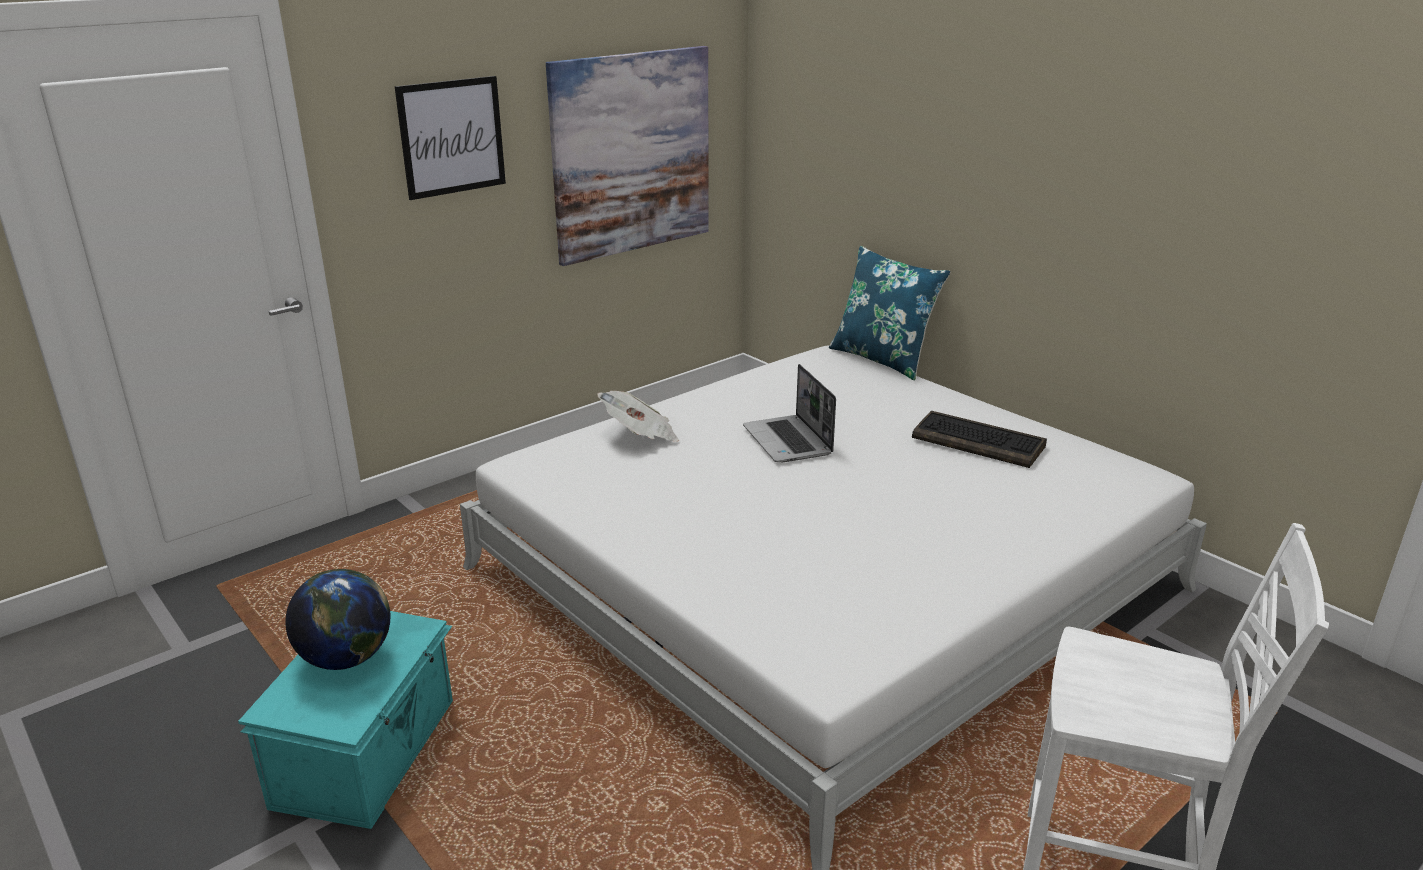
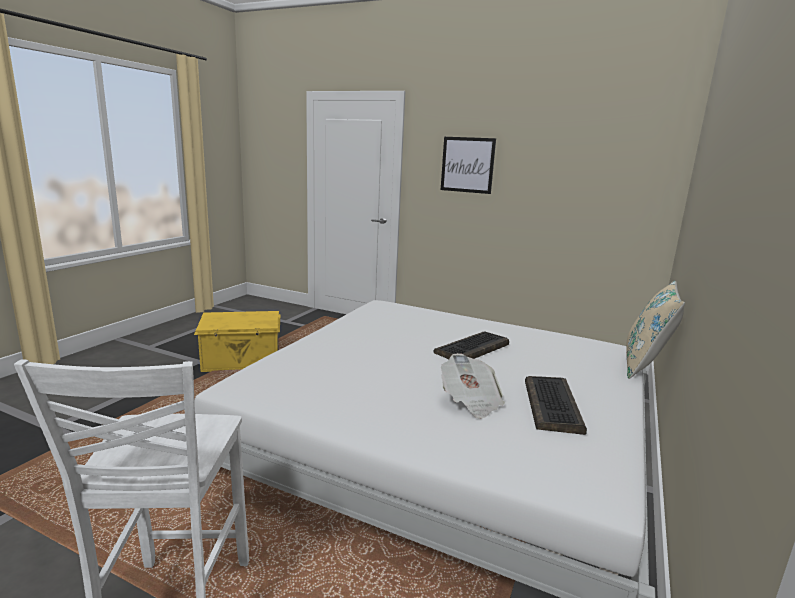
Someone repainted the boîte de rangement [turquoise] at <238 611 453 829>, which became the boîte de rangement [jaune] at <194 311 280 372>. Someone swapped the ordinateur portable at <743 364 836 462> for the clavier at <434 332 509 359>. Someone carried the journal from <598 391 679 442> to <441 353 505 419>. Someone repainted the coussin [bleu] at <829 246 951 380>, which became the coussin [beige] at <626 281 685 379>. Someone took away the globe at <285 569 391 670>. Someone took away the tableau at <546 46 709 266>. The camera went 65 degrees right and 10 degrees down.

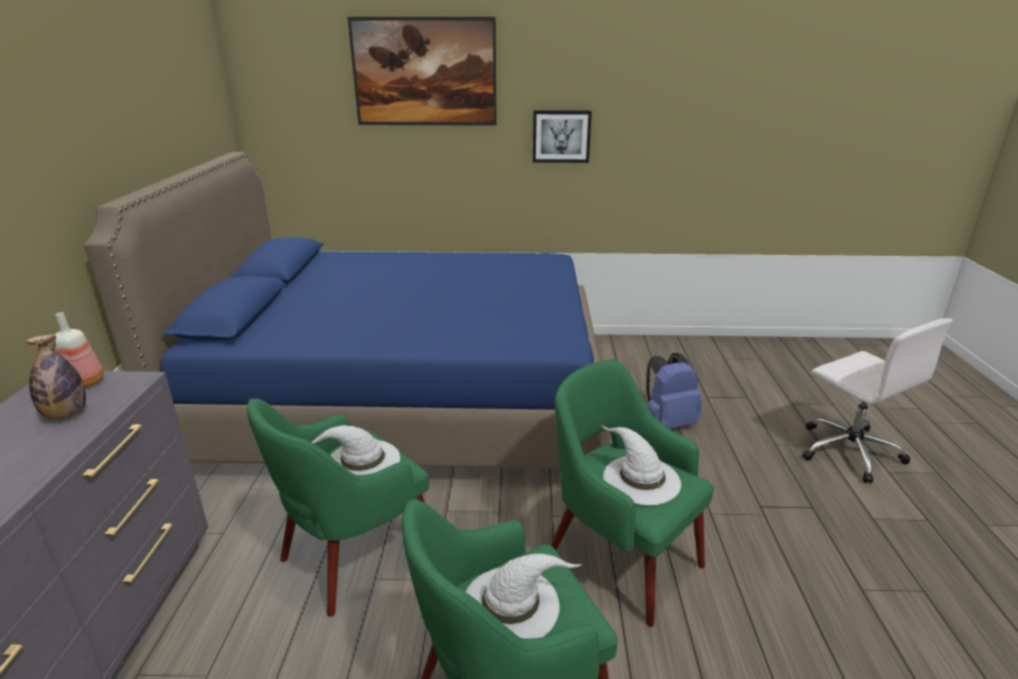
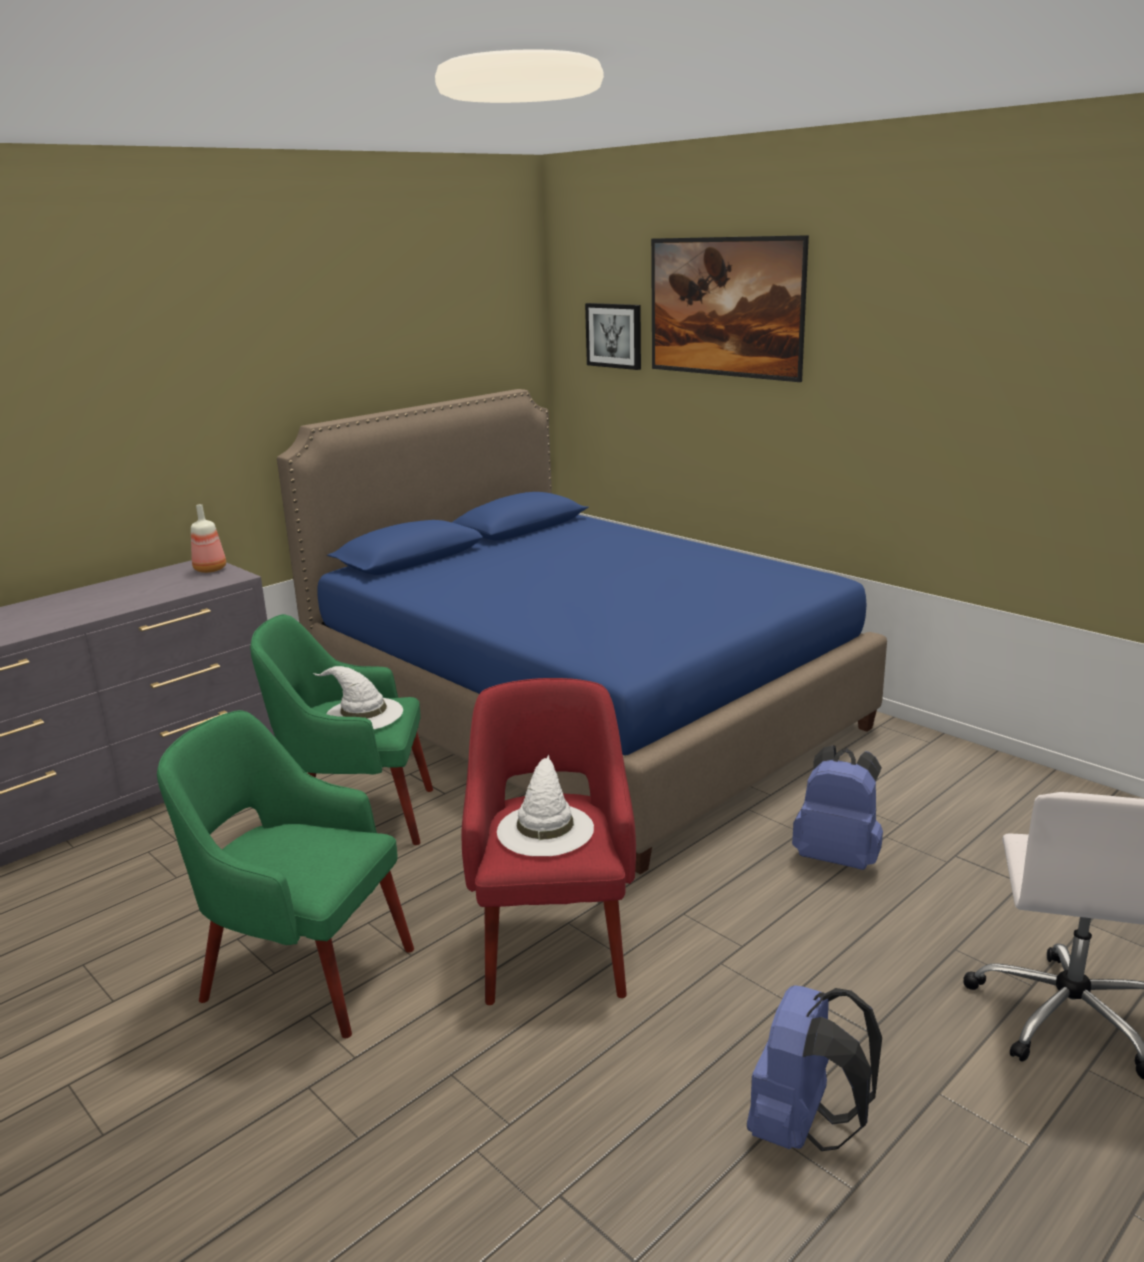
Someone repainted the fauteuil [vert] at <551 360 714 627>, which became the fauteuil [rouge] at <461 678 636 1005>. Someone carried the tableau from <533 110 592 163> to <585 303 641 370>. Someone put down the sac à dos [bleu] at <747 985 882 1151>. Someone took away the bouteille at <27 334 86 421>. Someone took away the chapeau [blanc] at <466 554 583 639>. The camera went 45 degrees right and 5 degrees down.

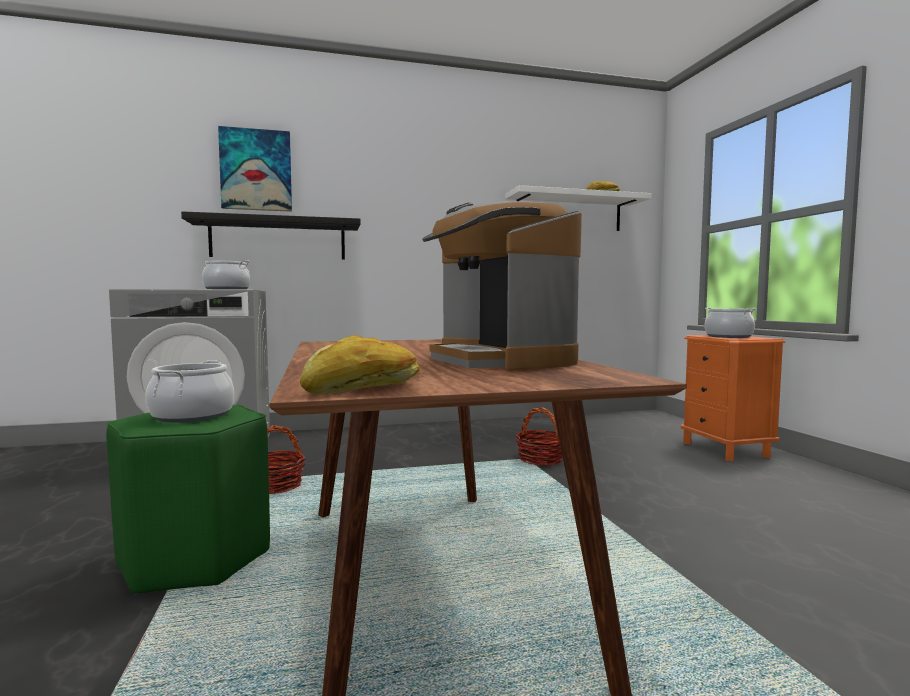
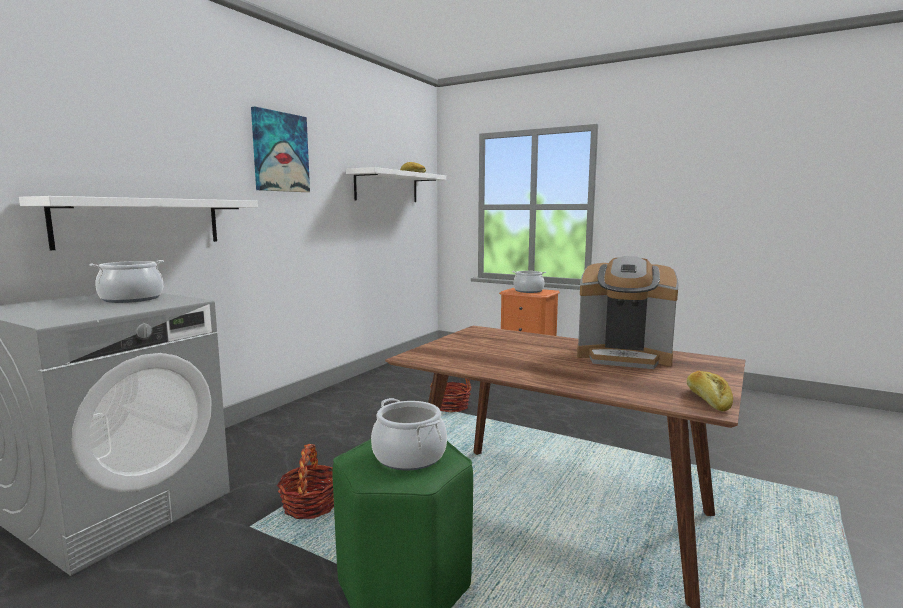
Someone repainted the étagère [noir] at <181 211 361 260>, which became the étagère [blanc] at <19 196 258 250>. Someone carried the tableau from <218 126 292 212> to <251 106 310 192>. The camera went 45 degrees left and 5 degrees up.

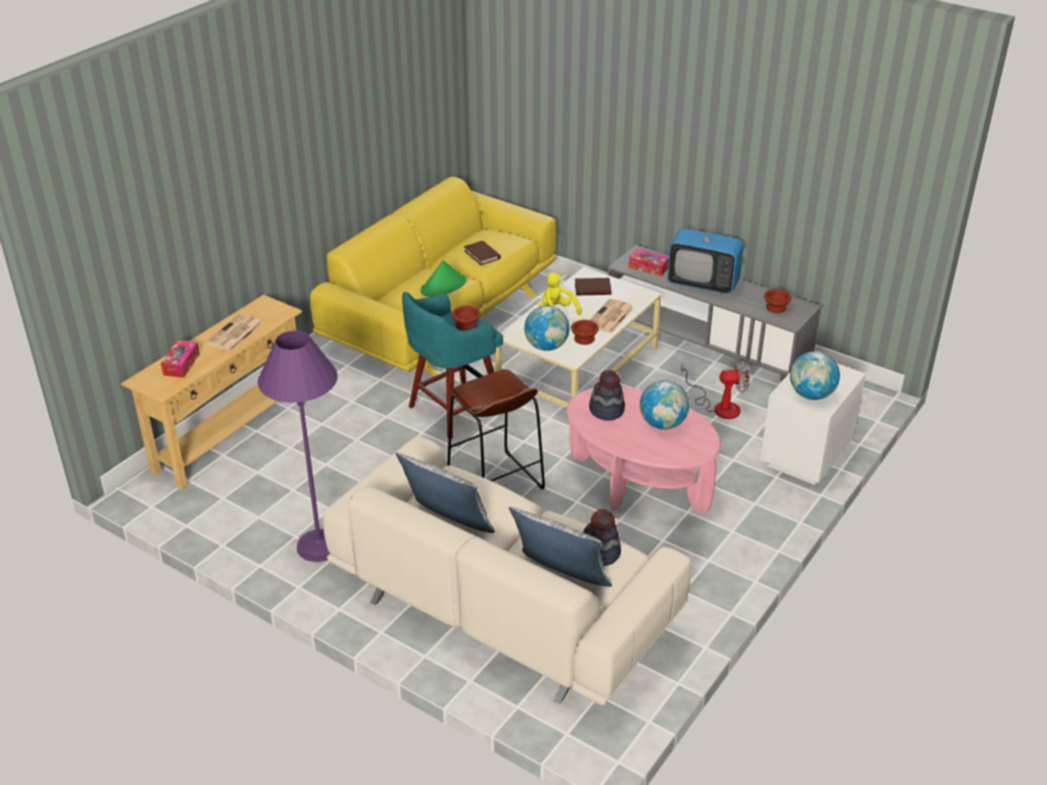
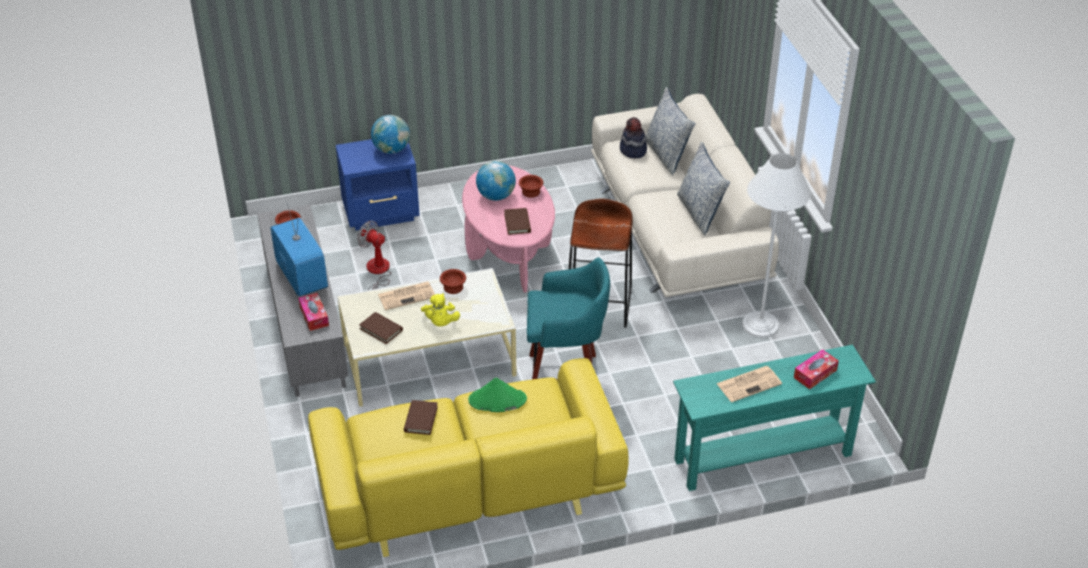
Someone repainted the table de chevet [blanc] at <760 364 866 485>, which became the table de chevet [bleu] at <335 139 420 230>. Someone swapped the chapeau at <589 370 625 421> for the livre [marron] at <504 208 531 235>. Someone carried the bol [marron] from <452 306 480 330> to <519 175 543 198>. Someone repainted the table console [beige] at <121 295 302 489>, which became the table console [turquoise] at <673 345 876 491>. Someone repainted the lampadaire [violet] at <258 330 338 562>, which became the lampadaire [blanc] at <742 153 811 338>. Someone took away the globe at <524 306 570 351>. The camera went 140 degrees left and 5 degrees up.

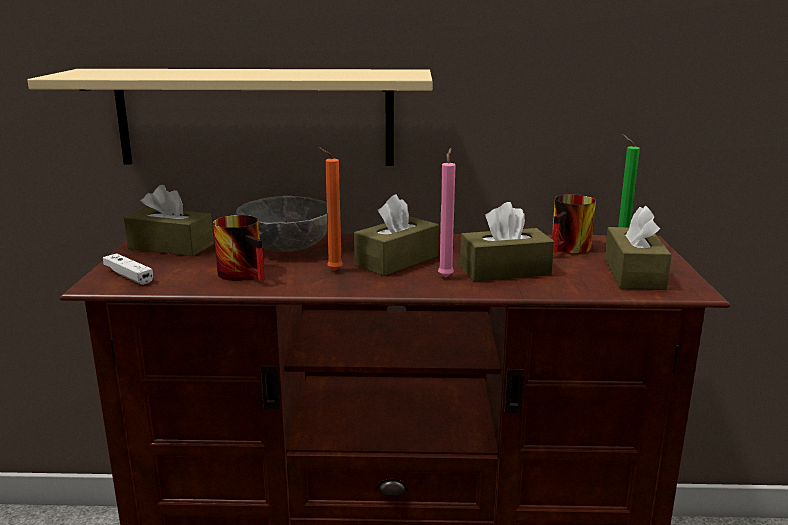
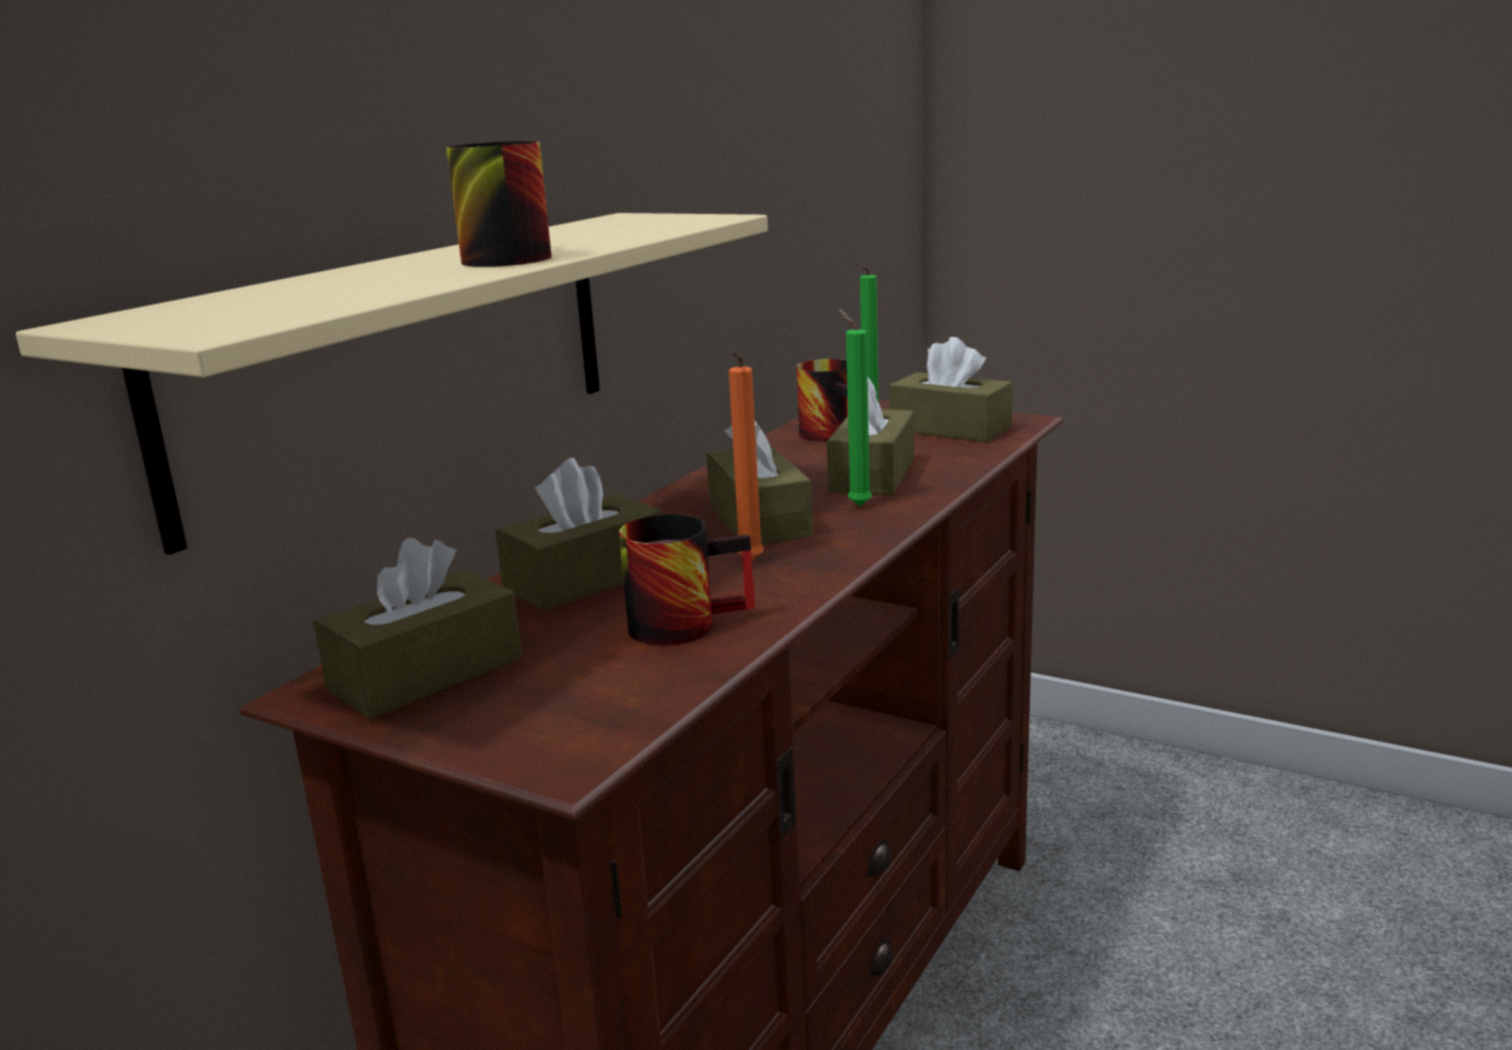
Someone put down the mug at <446 141 552 267>. Someone swapped the bol [gris] at <236 196 328 252> for the boîte à mouchoirs [marron] at <495 458 661 611>. Someone repainted the bougie [rose] at <438 148 455 278>, which became the bougie [vert] at <838 309 872 506>. Someone took away the manette [blanc] at <103 253 153 285>. The camera went 60 degrees left and 0 degrees up.

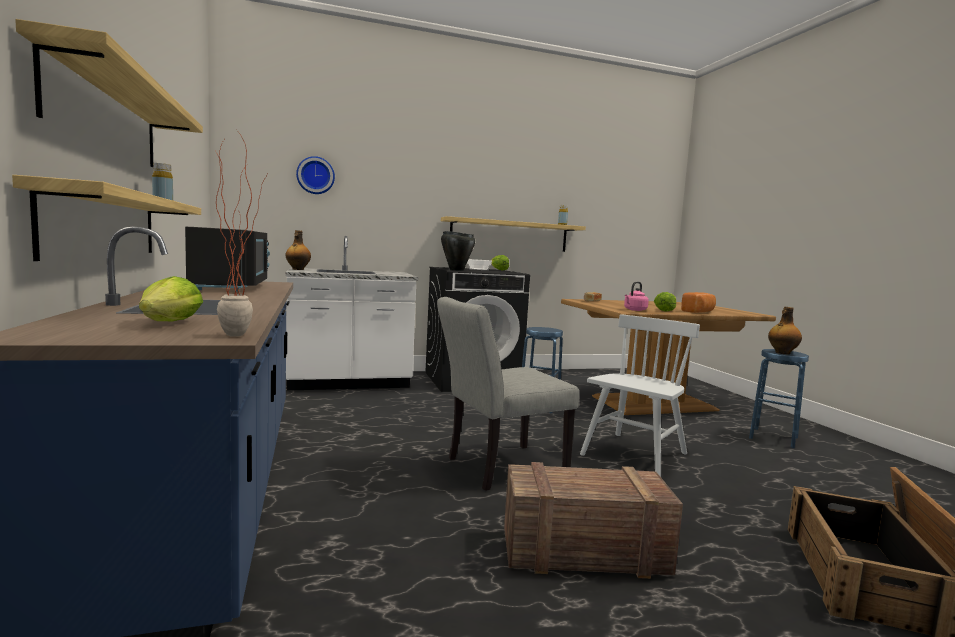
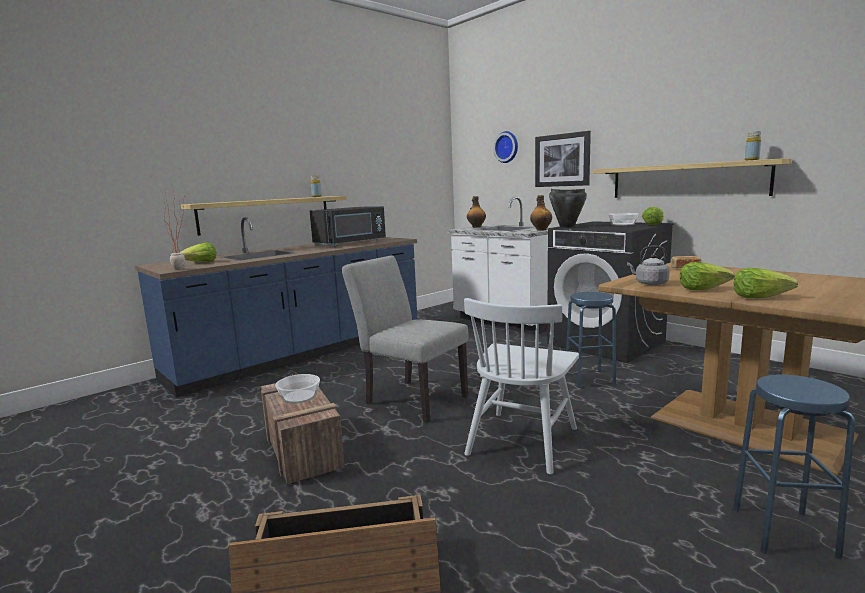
Someone put down the bol at <275 374 320 404>. Someone rotated the chaise [blanc] at <580 314 700 477> by 105 degrees clockwise. Someone carried the bouteille from <768 307 802 354> to <530 195 552 231>. Someone put up the tableau at <535 131 591 187>. Someone repainted the bouilloire [rose] at <624 282 649 311>, which became the bouilloire [gris] at <627 246 670 285>. Someone swapped the pain at <681 292 716 313> for the laitue at <734 268 798 298>. Someone took away the étagère at <15 19 203 167>. The camera went 65 degrees right and 5 degrees up.

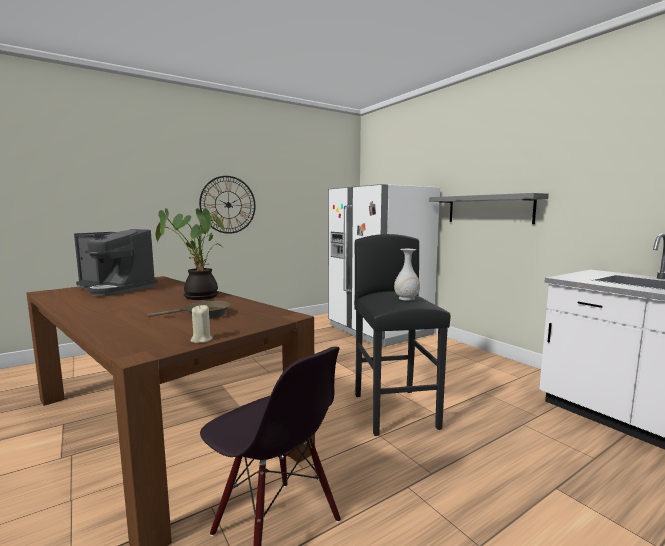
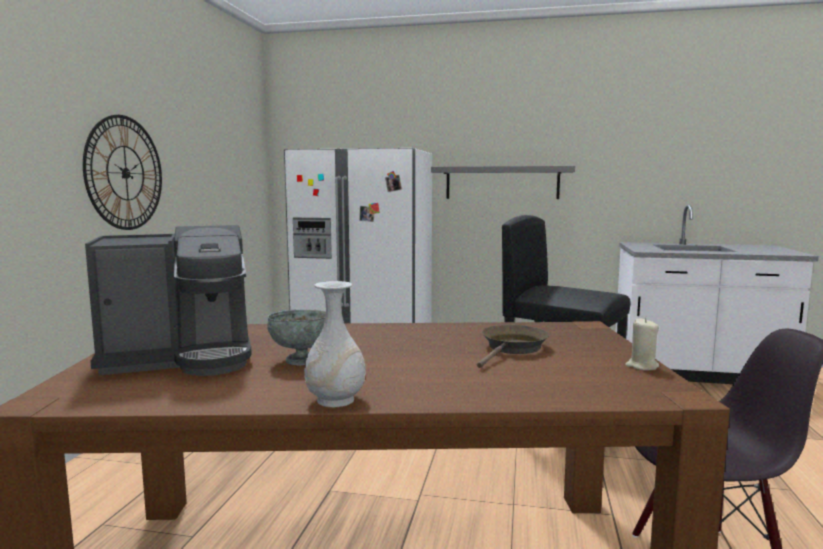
Someone put down the bol [gris] at <267 309 326 365>. Someone carried the vase [blanc] from <394 249 420 301> to <304 281 366 407>. Someone took away the plante en pot at <155 207 225 300>. The camera went 45 degrees left and 0 degrees up.

